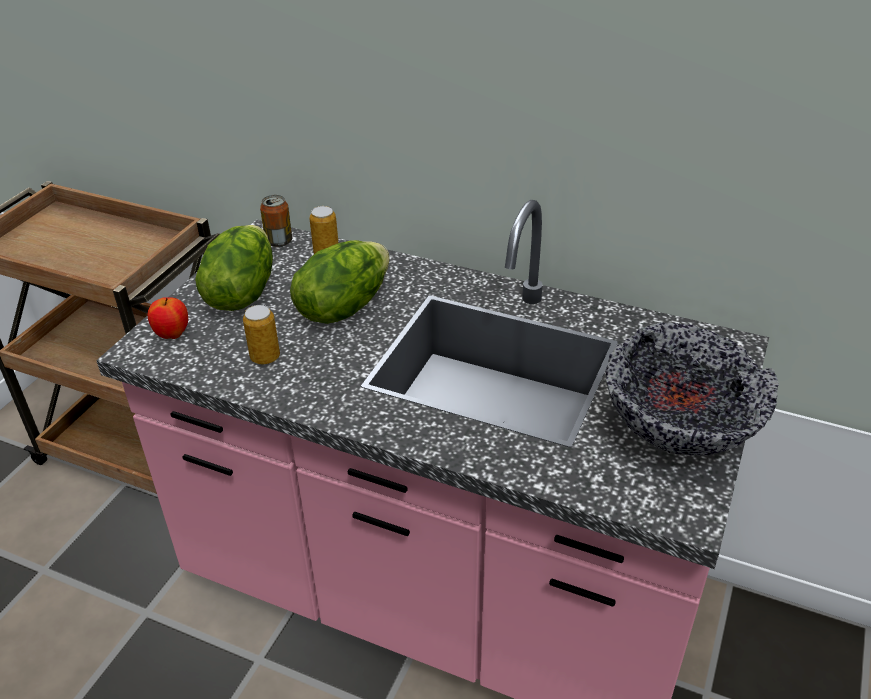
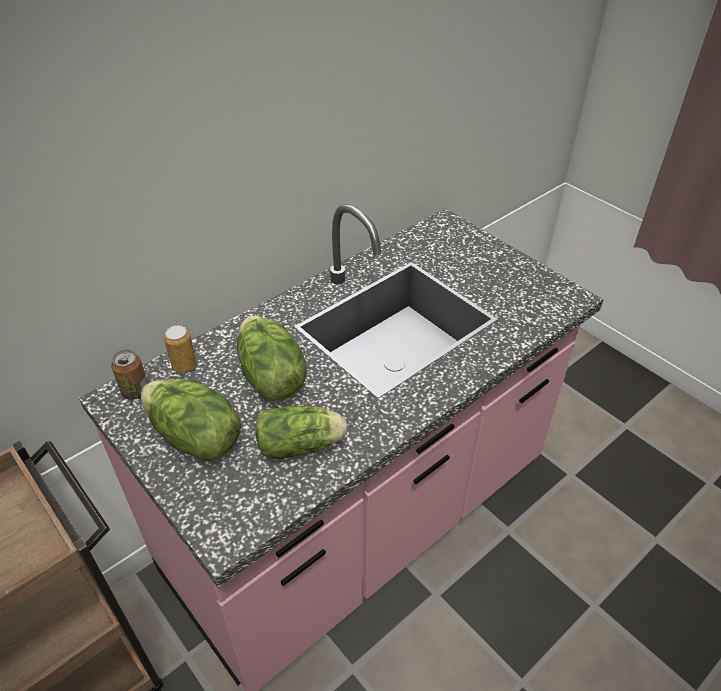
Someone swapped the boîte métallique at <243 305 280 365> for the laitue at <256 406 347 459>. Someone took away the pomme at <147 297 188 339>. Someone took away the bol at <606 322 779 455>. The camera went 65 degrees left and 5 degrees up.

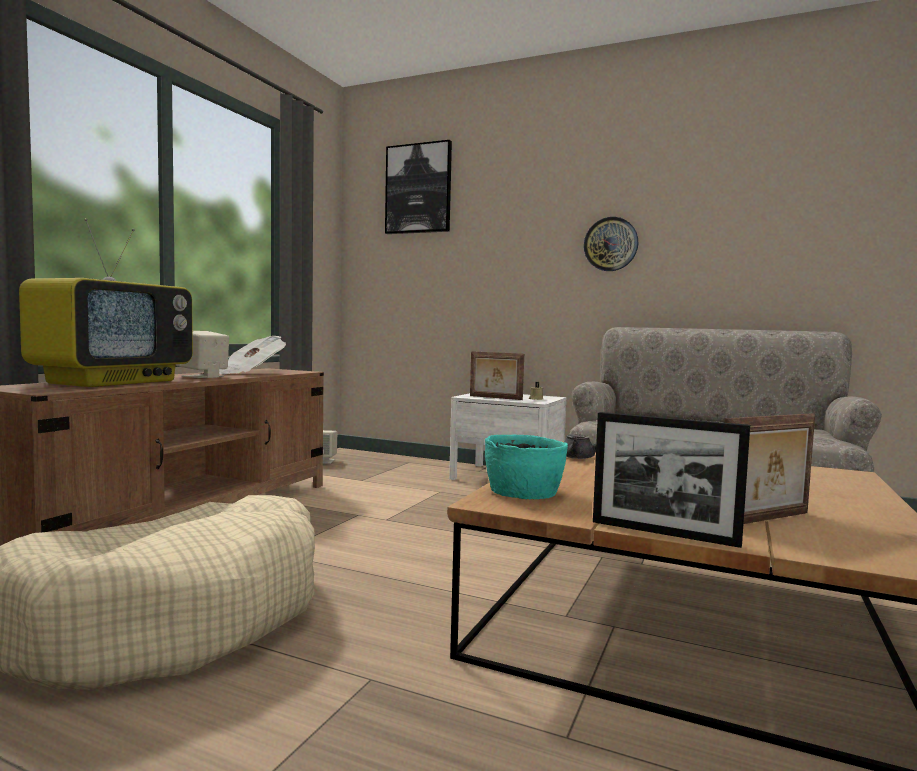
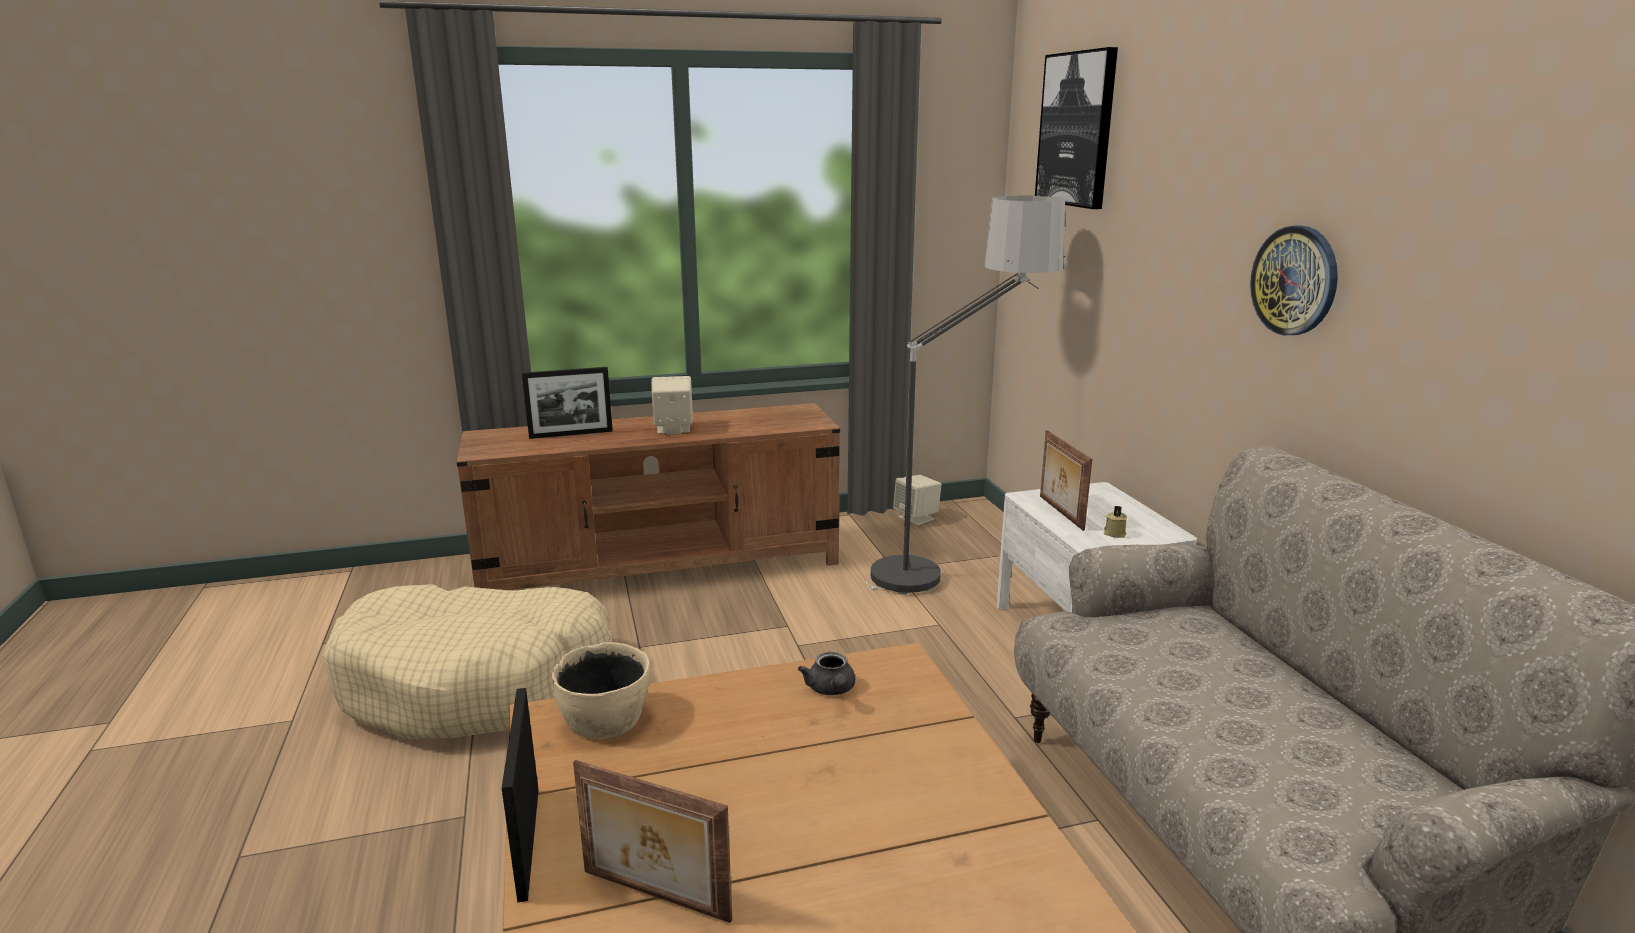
Someone swapped the téléviseur at <19 218 193 387> for the cadre photo at <522 367 613 439>. Someone repainted the bol [turquoise] at <485 435 568 499>, which became the bol [beige] at <552 642 650 739>. Someone put down the lampadaire at <866 196 1065 595>. Someone took away the journal at <219 336 286 375>. The camera went 50 degrees right and 15 degrees up.

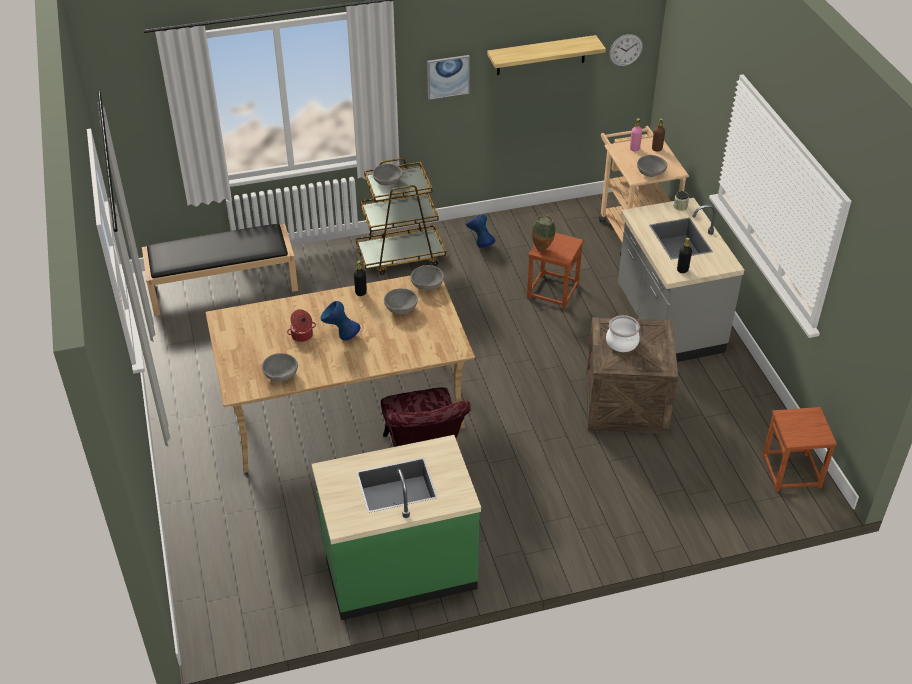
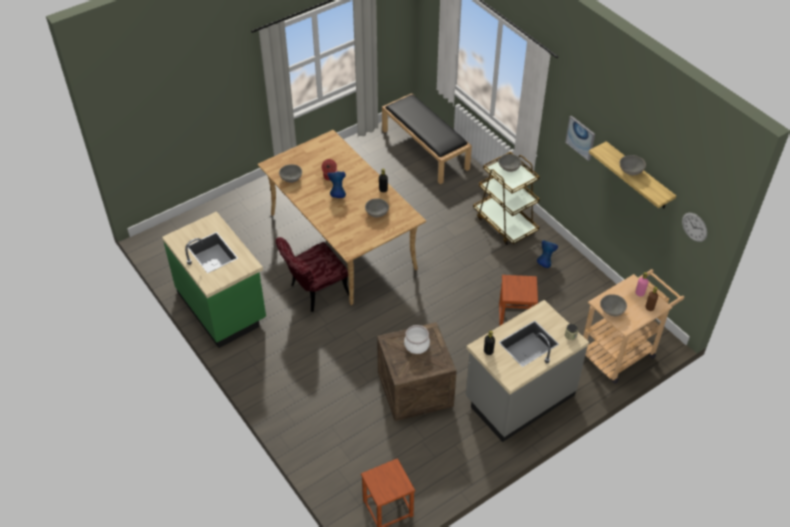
Someone carried the bol [gris] from <411 265 444 290> to <620 155 646 175>. Someone took away the vase at <531 216 555 251>. The camera went 70 degrees right and 5 degrees up.

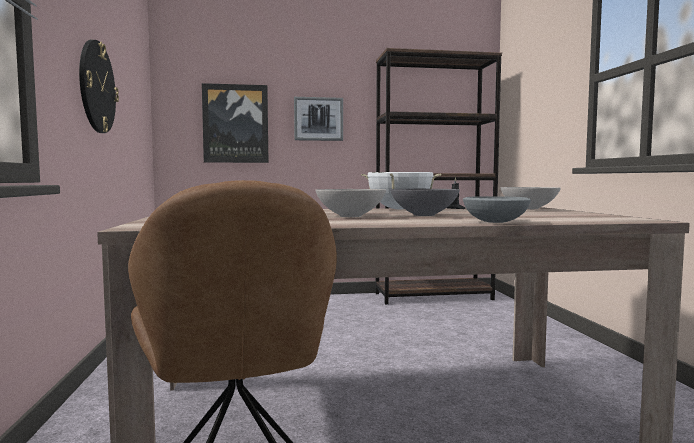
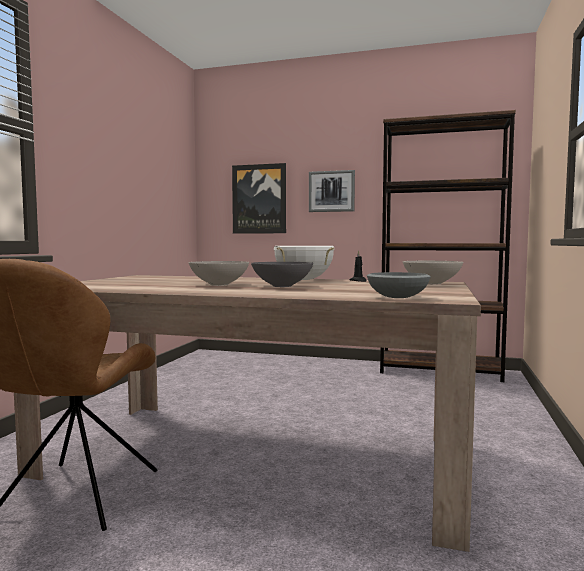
Someone carried the bol [gris] from <463 196 531 223> to <367 272 431 298>. Someone took away the horloge murale at <79 40 119 133>. The camera went 25 degrees right and 0 degrees up.

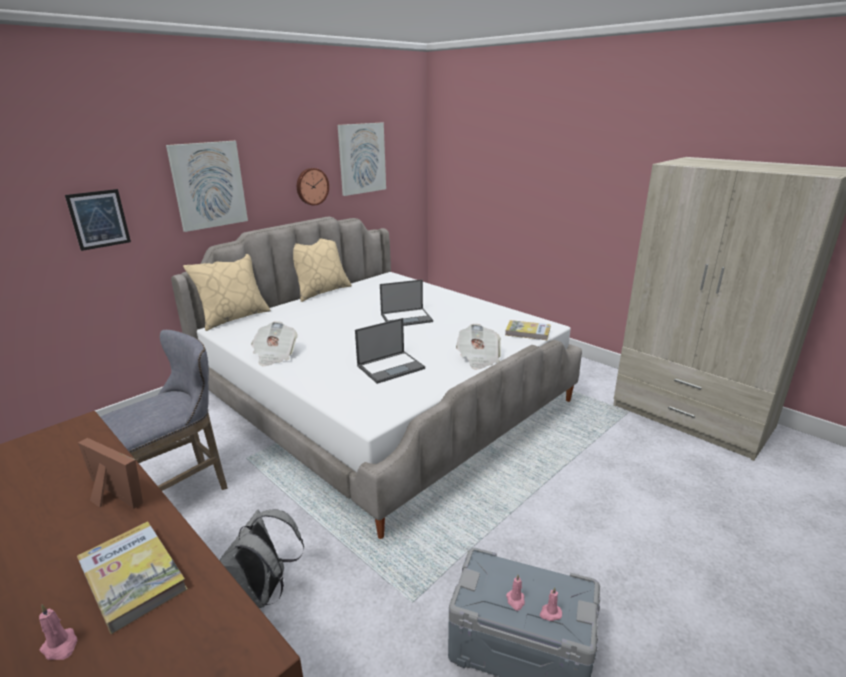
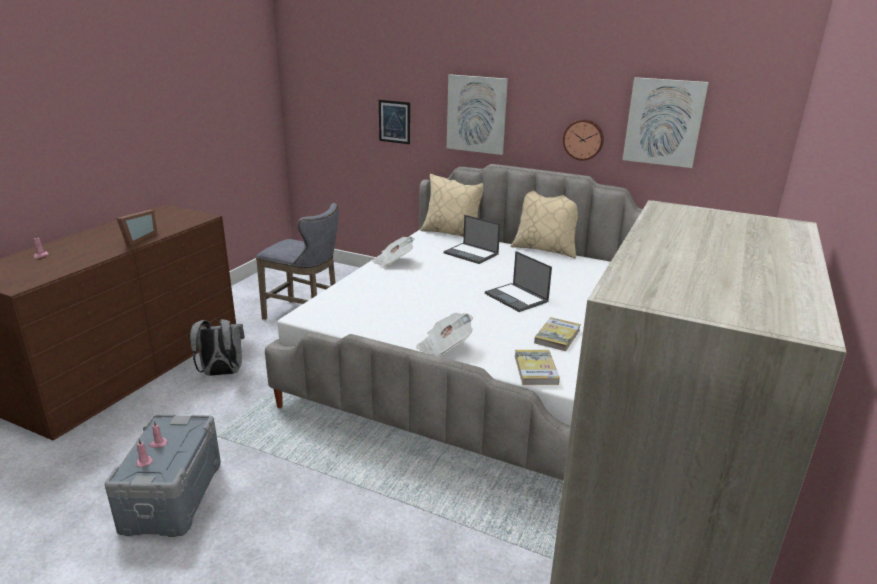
Someone carried the ordinateur portable from <355 318 425 384> to <444 215 500 264>. Someone carried the livre from <77 521 188 634> to <534 317 581 351>. The camera went 70 degrees right and 0 degrees up.

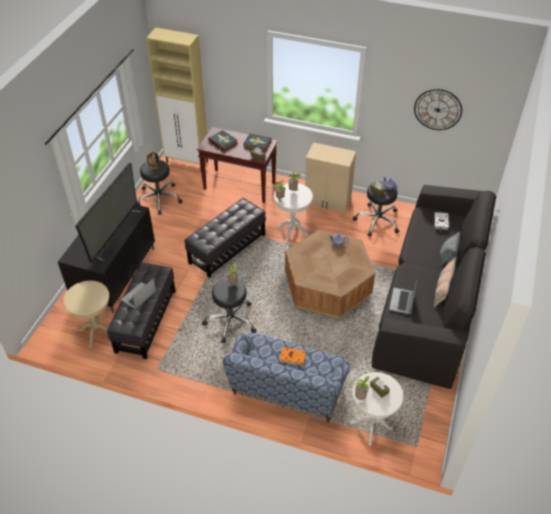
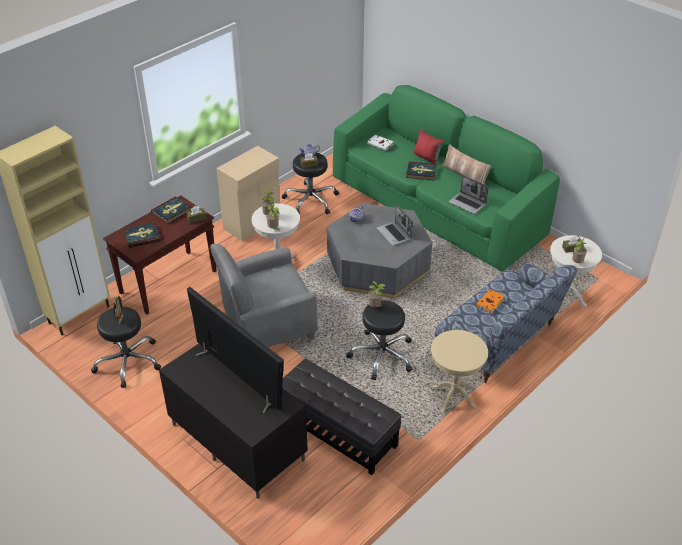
Someone swapped the pouf [noir] at <184 198 266 278> for the fauteuil [gris] at <210 244 317 347>. Someone repainted the table basse [marron] at <285 230 375 318>, which became the table basse [gris] at <327 203 432 298>. Someone repainted the canapé [noir] at <372 185 496 389>, which became the canapé [vert] at <333 85 560 271>. Someone carried the ordinateur portable from <121 278 156 309> to <377 204 413 246>. Someone put down the livre at <406 161 437 180>. Someone repainted the coussin [gris] at <440 232 460 265>, which became the coussin [rouge] at <413 129 444 164>. Someone carried the table d'appoint [beige] from <63 281 109 348> to <431 330 488 414>. Someone took away the horloge murale at <414 89 462 130>. The camera went 65 degrees left and 5 degrees down.

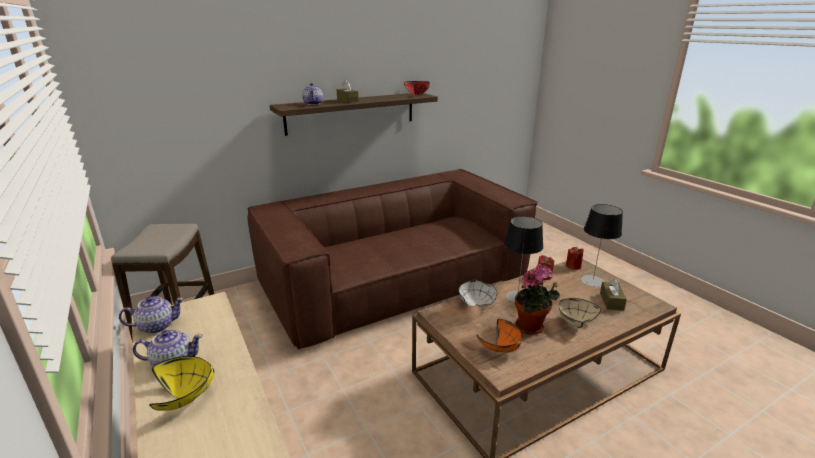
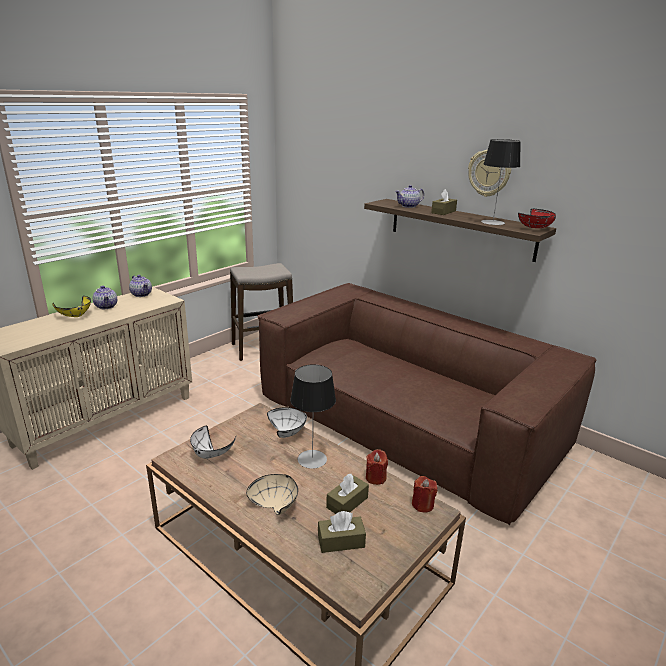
Someone repainted the bol [orange] at <476 319 522 353>, which became the bol [blanc] at <190 426 236 459>. Someone put down the boîte à mouchoirs [marron] at <326 473 369 514>. Someone put up the horloge murale at <468 150 511 197>. Someone carried the lampe de table from <581 204 623 287> to <481 139 521 225>. Someone took away the plante en pot at <515 264 560 335>. The camera went 70 degrees right and 0 degrees up.

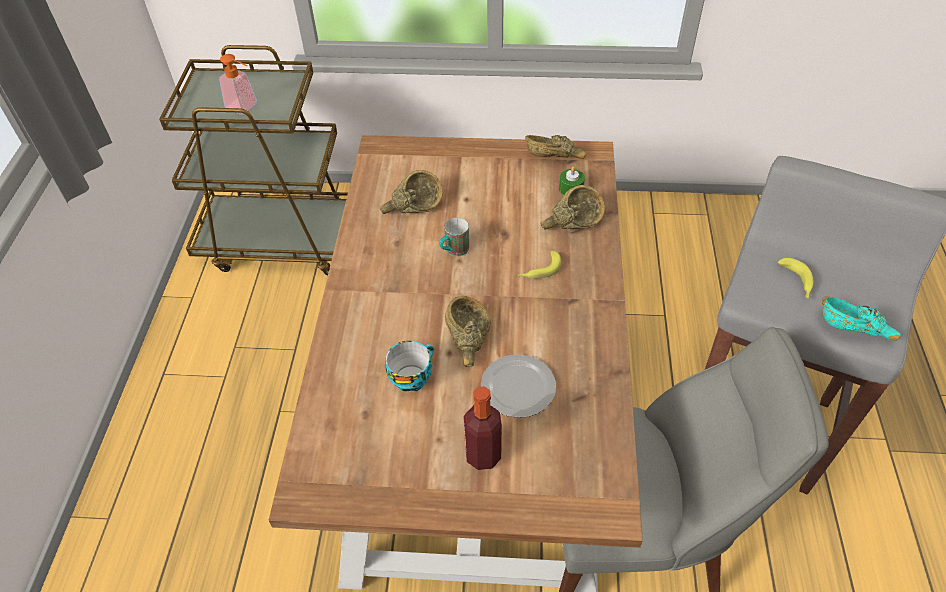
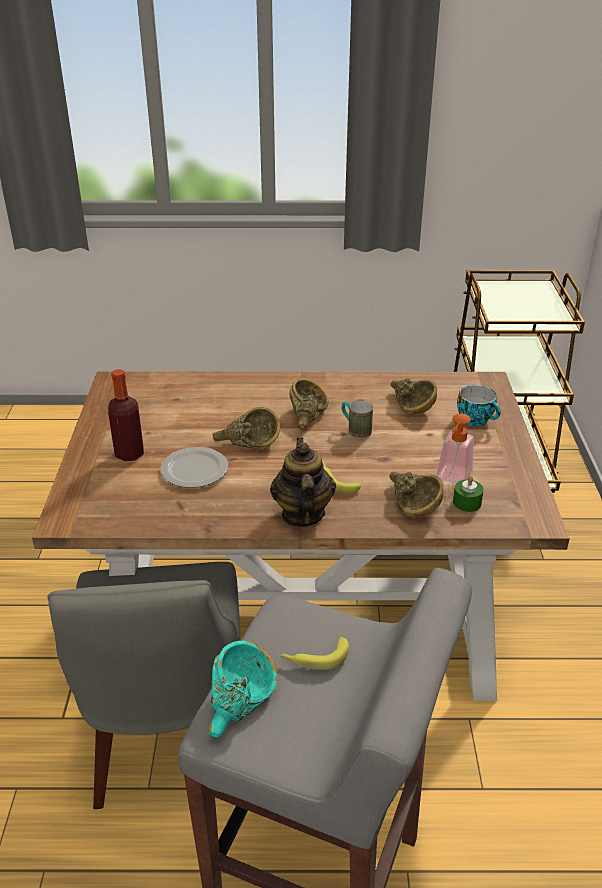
Someone put down the théière at <270 437 336 527>. Someone carried the bol [marron] from <525 135 586 159> to <289 379 329 429>. Someone carried the distributeur de savon from <219 54 257 114> to <436 413 474 484>. Someone carried the tasse from <385 341 434 392> to <457 385 501 426>. The camera went 85 degrees right and 15 degrees down.

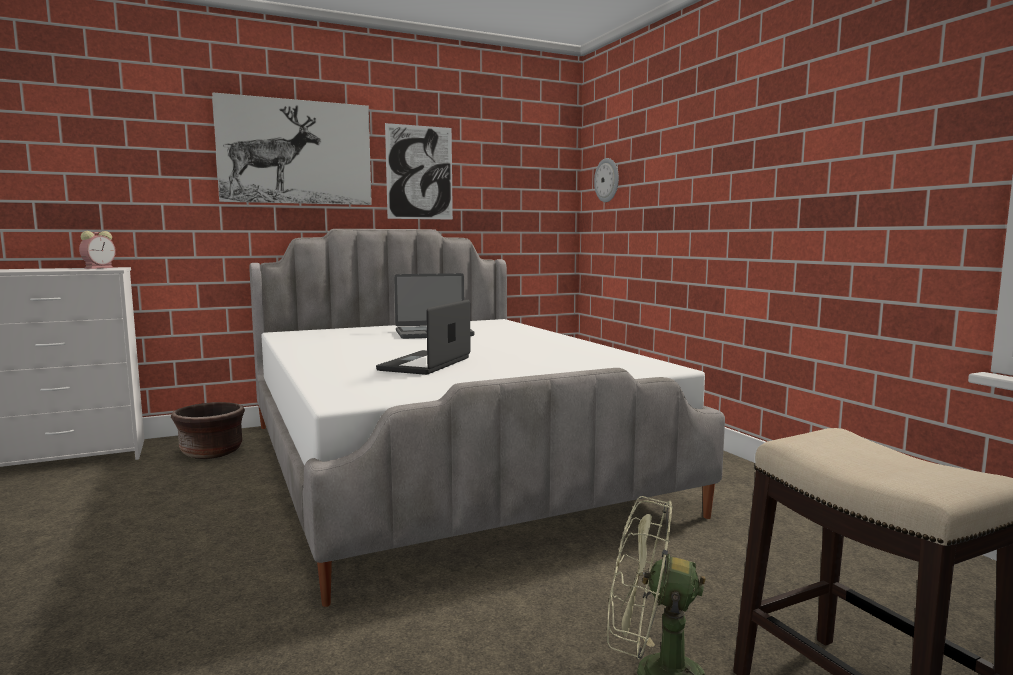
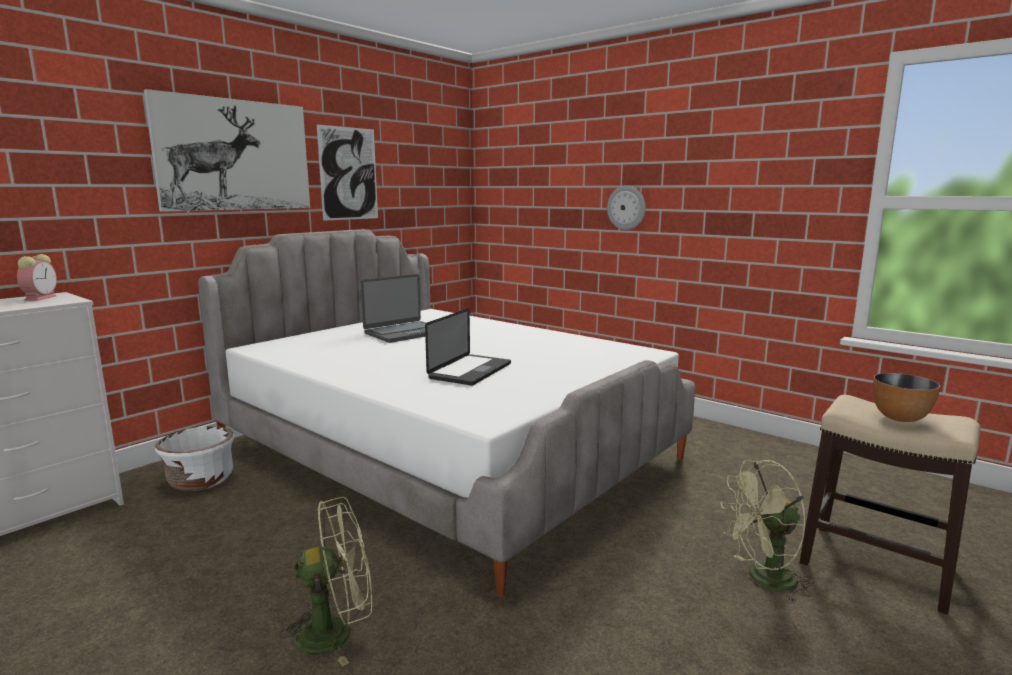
Someone repainted the cache-pot [marron] at <171 402 245 459>, which became the cache-pot [blanc] at <155 426 234 491>. Someone put down the ventilateur [vert] at <279 497 372 667>. Someone rotated the ordinateur portable at <376 300 471 375> by 150 degrees counterclockwise. Someone carried the horloge murale from <594 158 619 202> to <607 186 646 230>. Someone put down the bol at <873 373 940 422>. The camera went 25 degrees left and 5 degrees up.

